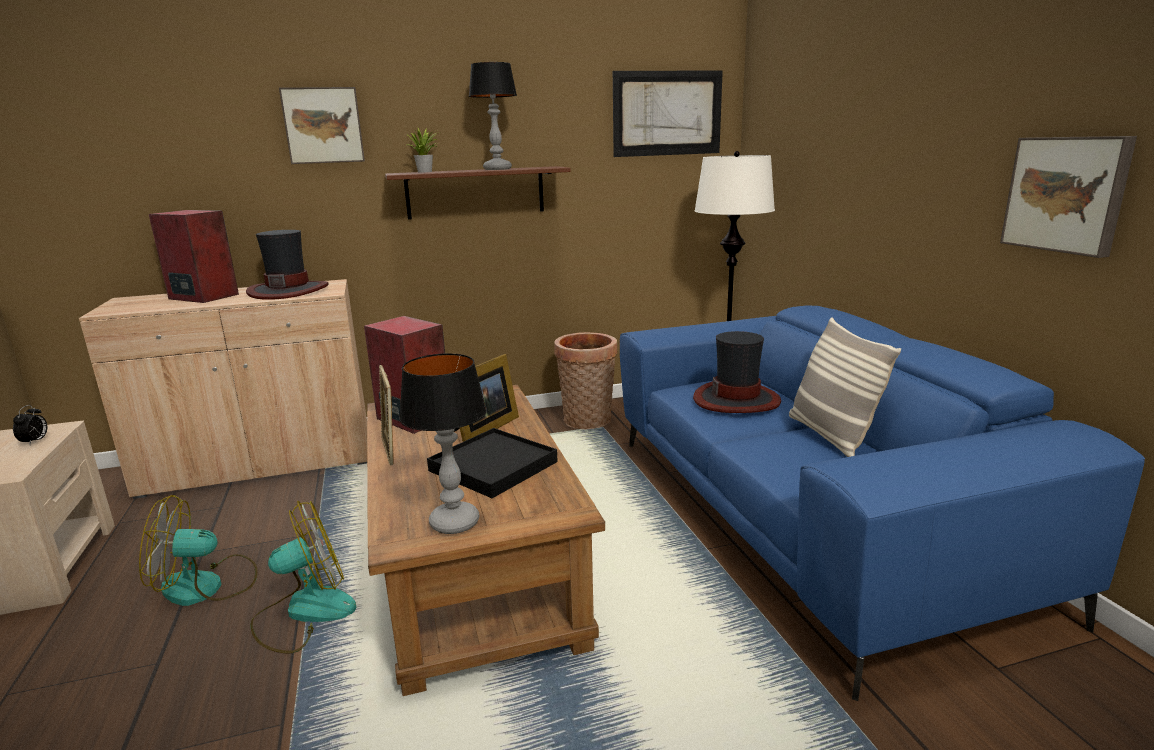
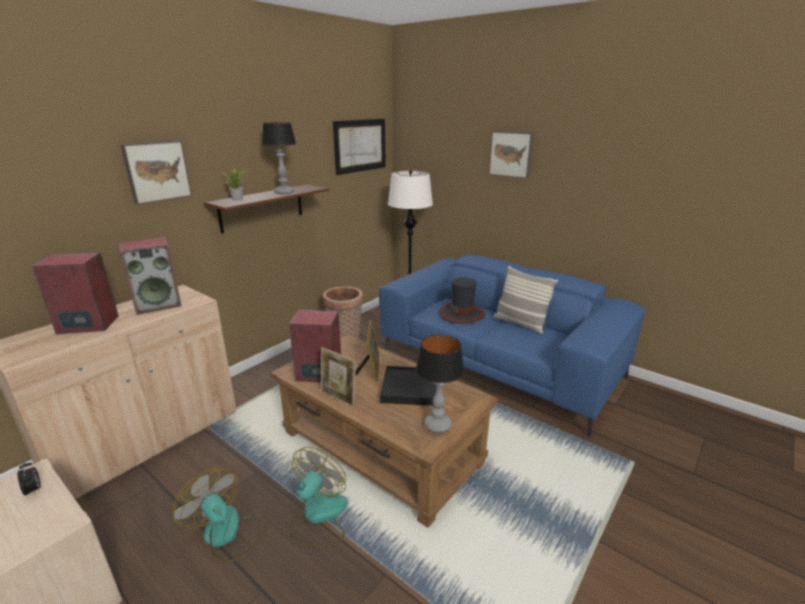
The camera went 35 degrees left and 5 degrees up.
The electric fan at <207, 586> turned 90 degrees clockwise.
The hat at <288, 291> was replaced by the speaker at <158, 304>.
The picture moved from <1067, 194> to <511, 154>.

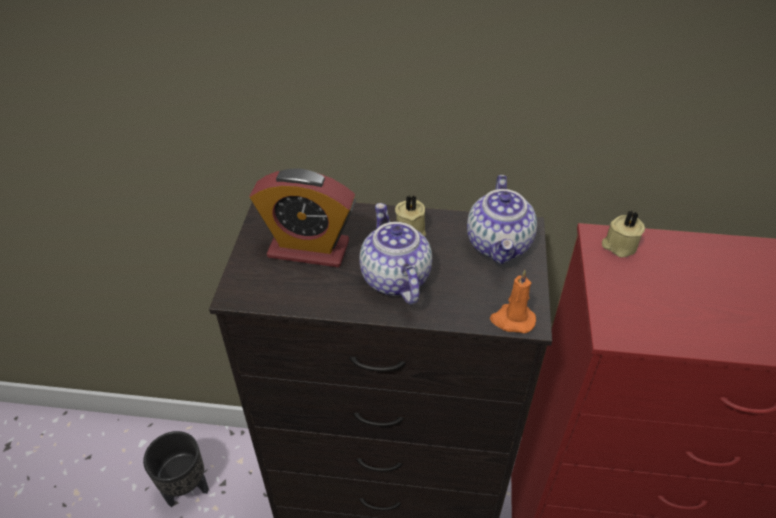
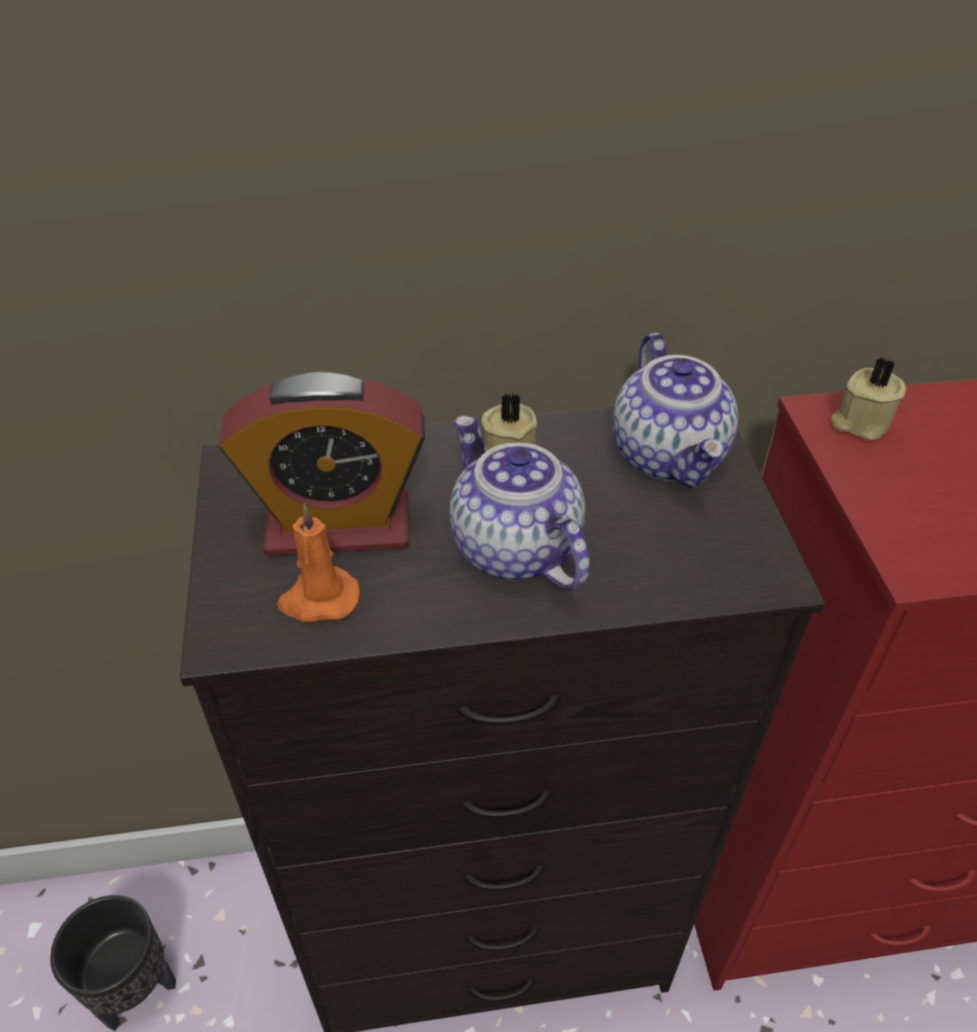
The camera went 15 degrees left and 0 degrees up.
The candle in orange-coloured moved from <512, 320> to <318, 599>.

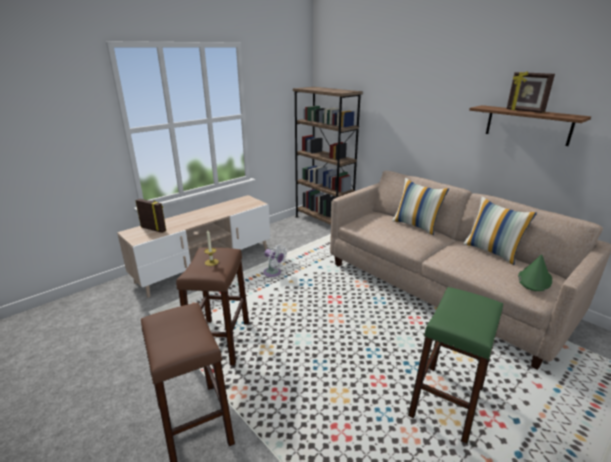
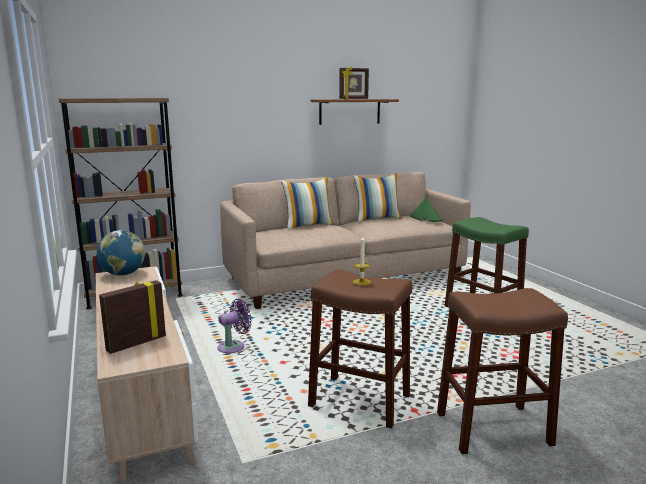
The camera went 70 degrees left and 10 degrees down.
The electric fan in whitish at <274, 273> became the electric fan in purplish at <234, 347>.
The world globe at <123, 274> appeared.

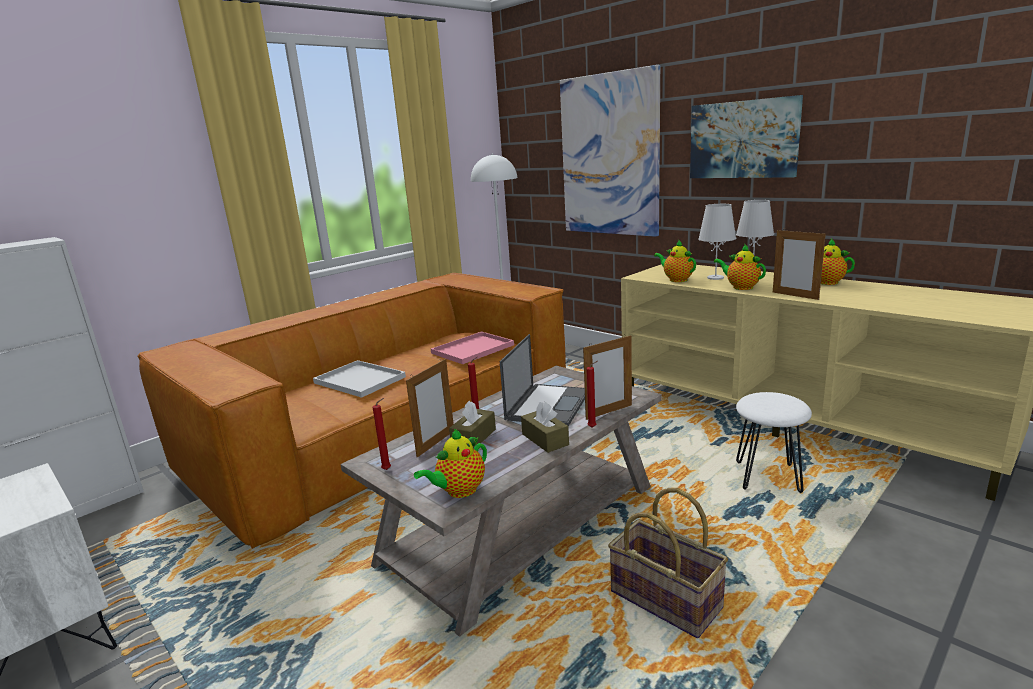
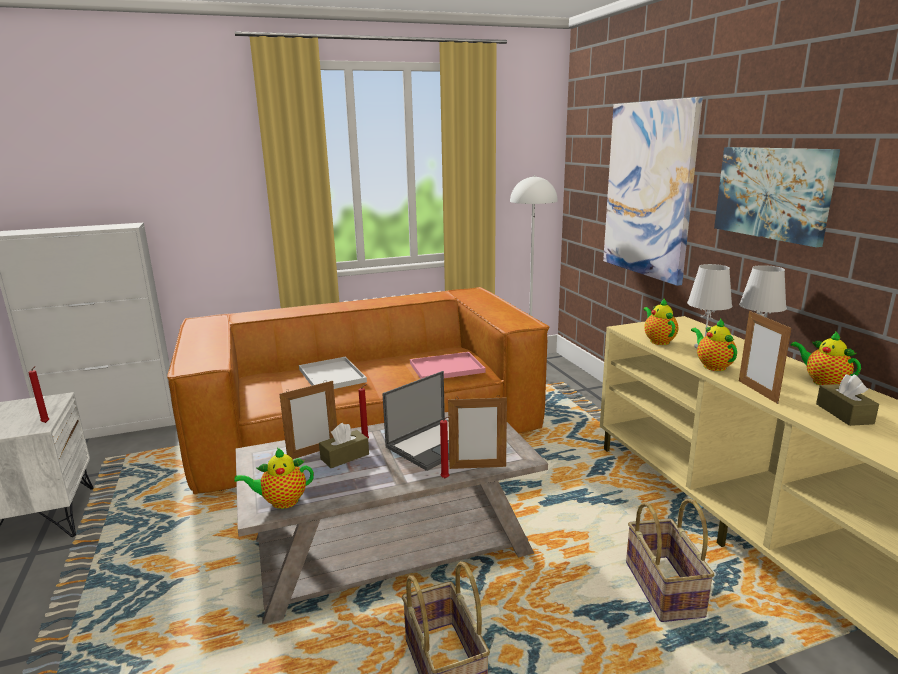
The camera went 25 degrees right and 0 degrees up.
The candle in red-coloured moved from <388, 469> to <46, 423>.
The tissue holder in brown moved from <545, 439> to <844, 413>.
The sitting stool in whitish at <768, 478> was replaced by the storage basket at <665, 589>.

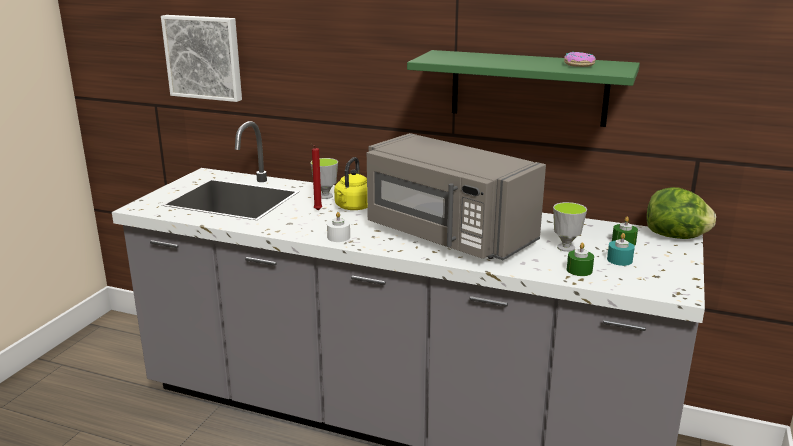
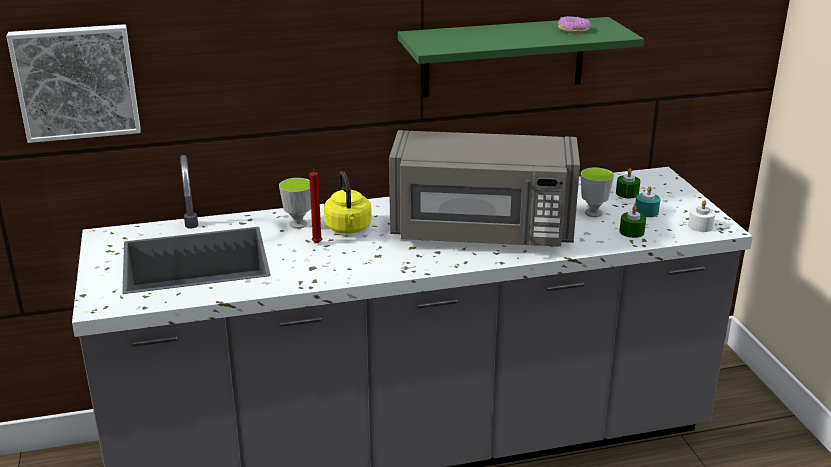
The camera went 35 degrees left and 5 degrees up.
The candle in whitish moved from <338, 237> to <700, 226>.
The lettuce at <675, 237> disappeared.

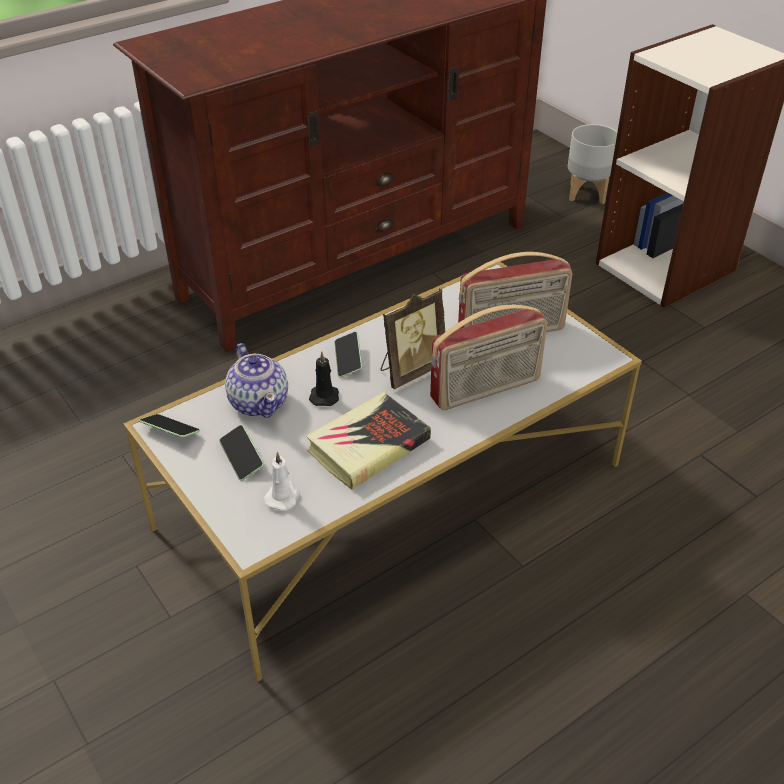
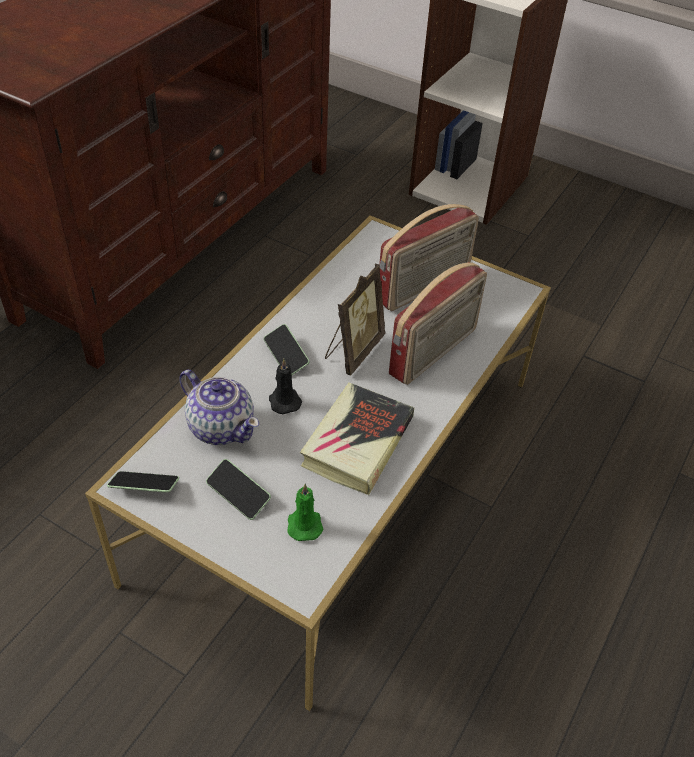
The camera went 25 degrees left and 5 degrees up.
The candle in whitish at <283, 497> became the candle in greenish at <304, 524>.
The flower pot in gray at <587, 193> disappeared.

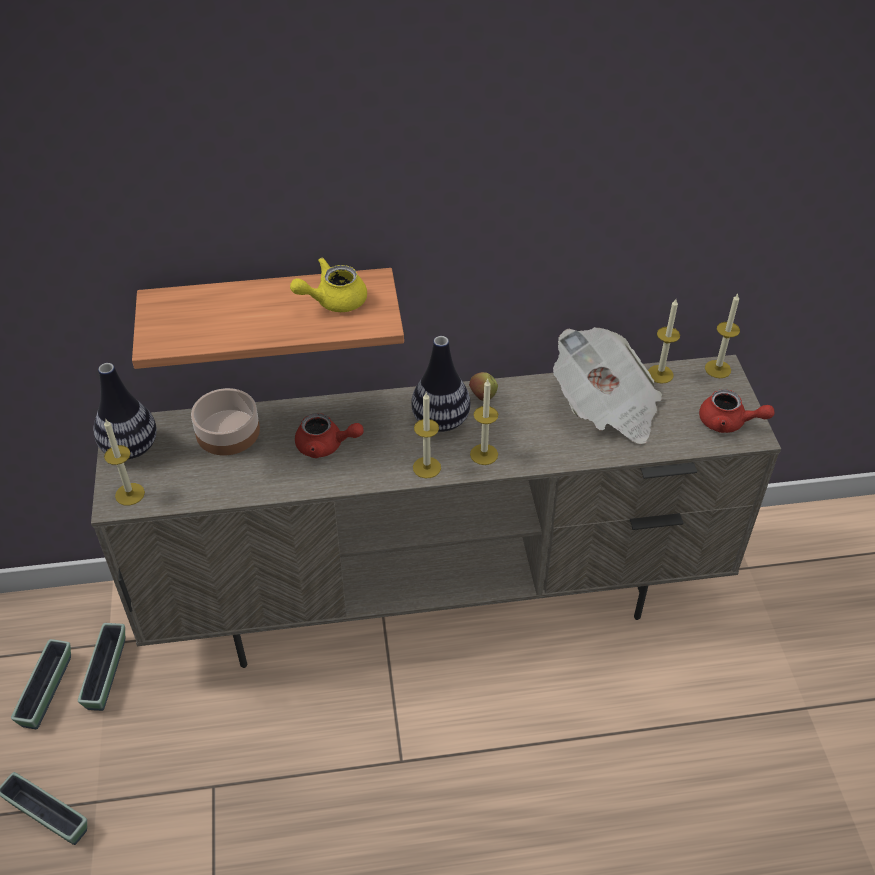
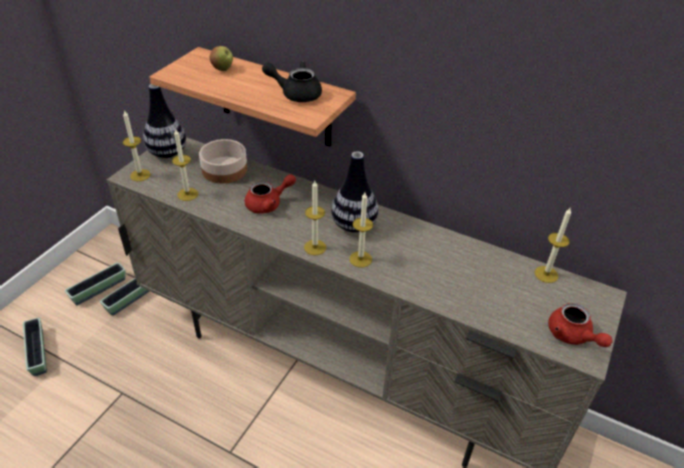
The camera went 35 degrees right and 5 degrees down.
The teapot in yellowish at <333, 301> became the teapot in black at <296, 94>.
The teapot in red-coloured at <326, 446> turned 75 degrees counterclockwise.
The apple fruit moved from <482, 396> to <223, 69>.
The printed paper at <605, 407> disappeared.
The candle moved from <718, 369> to <187, 194>.

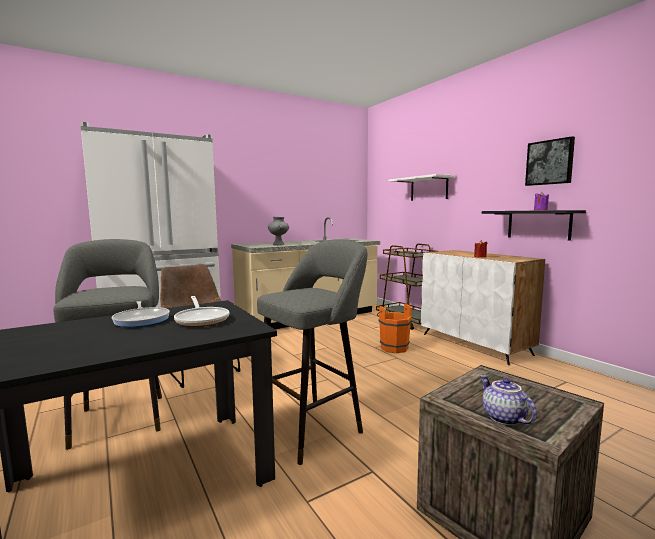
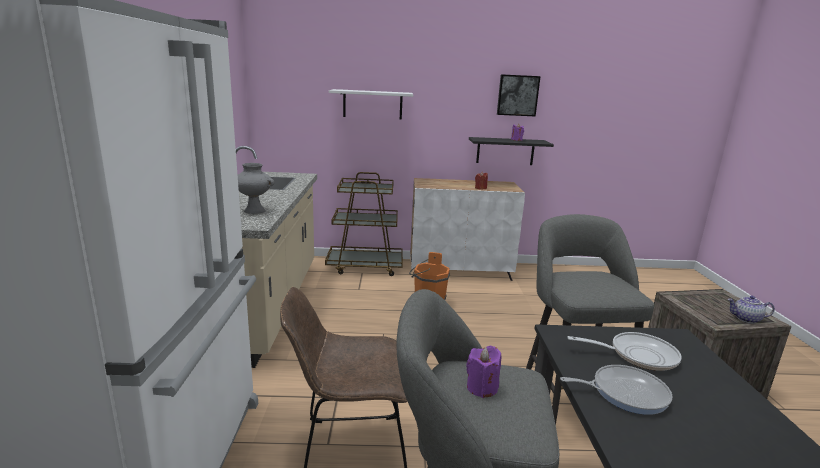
The camera went 60 degrees left and 10 degrees up.
The candle in purplish at <482, 388> appeared.

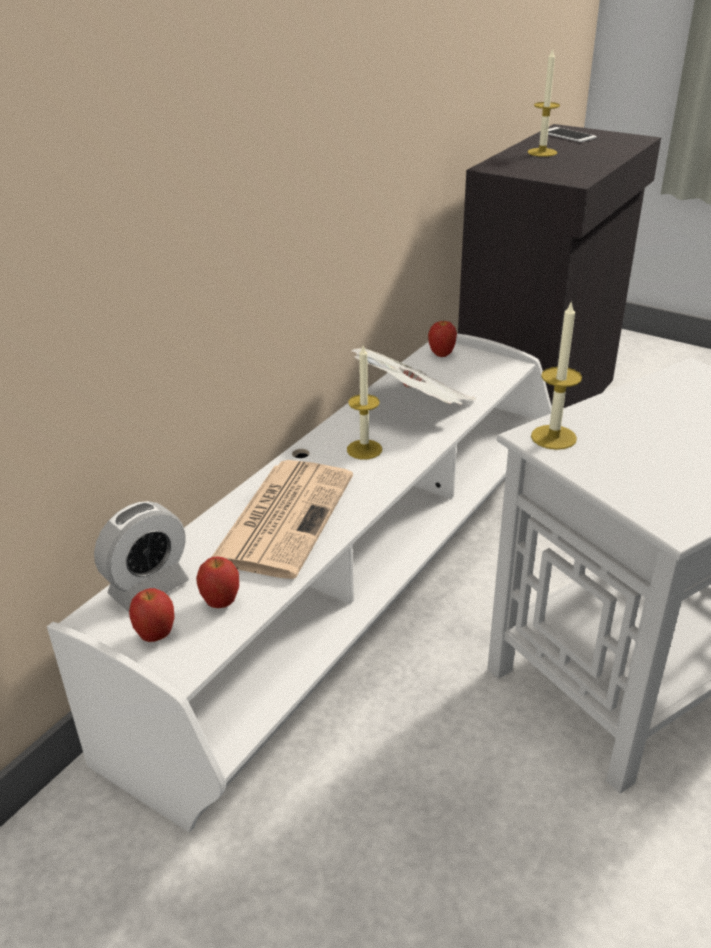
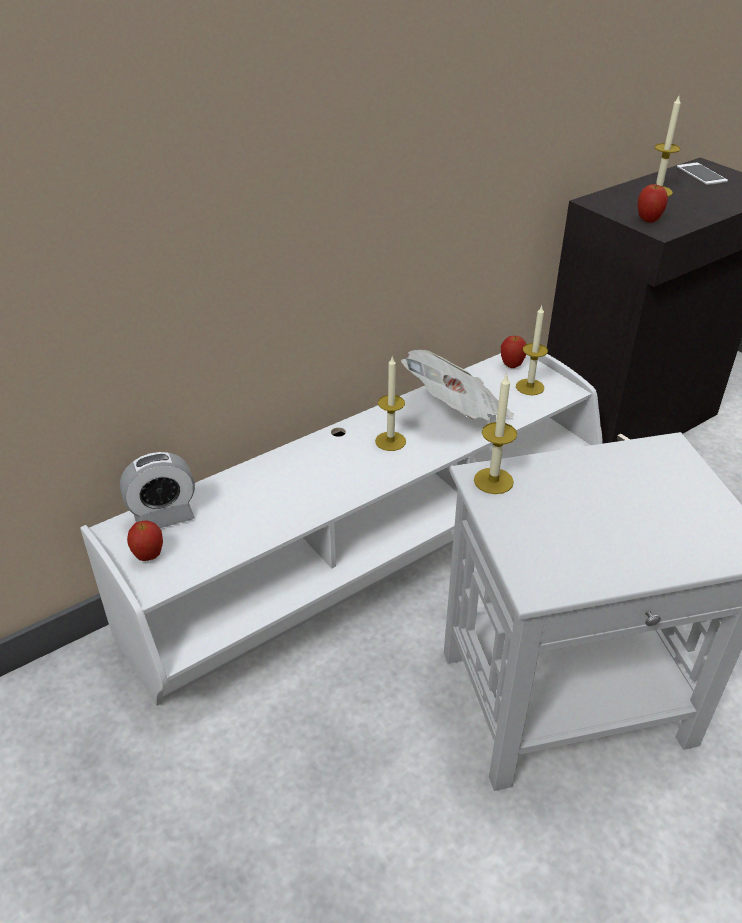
The camera went 20 degrees right and 5 degrees up.
The apple fruit moved from <221, 603> to <648, 220>.
The printed paper at <284, 516> disappeared.
The candle at <530, 387> appeared.

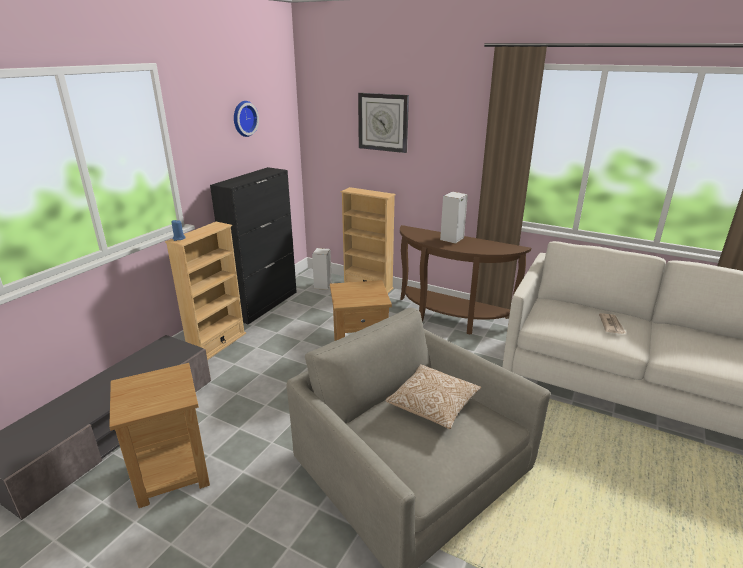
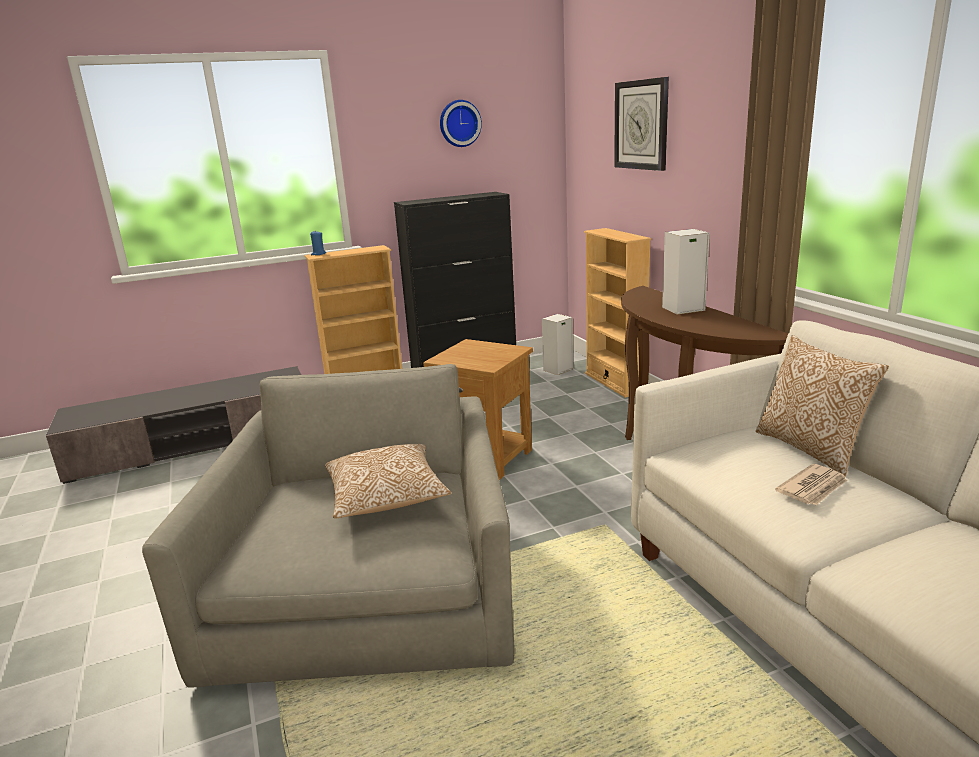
The camera went 40 degrees right and 5 degrees down.
The accent table in brown at <171, 473> disappeared.
The cushion at <811, 449> appeared.

